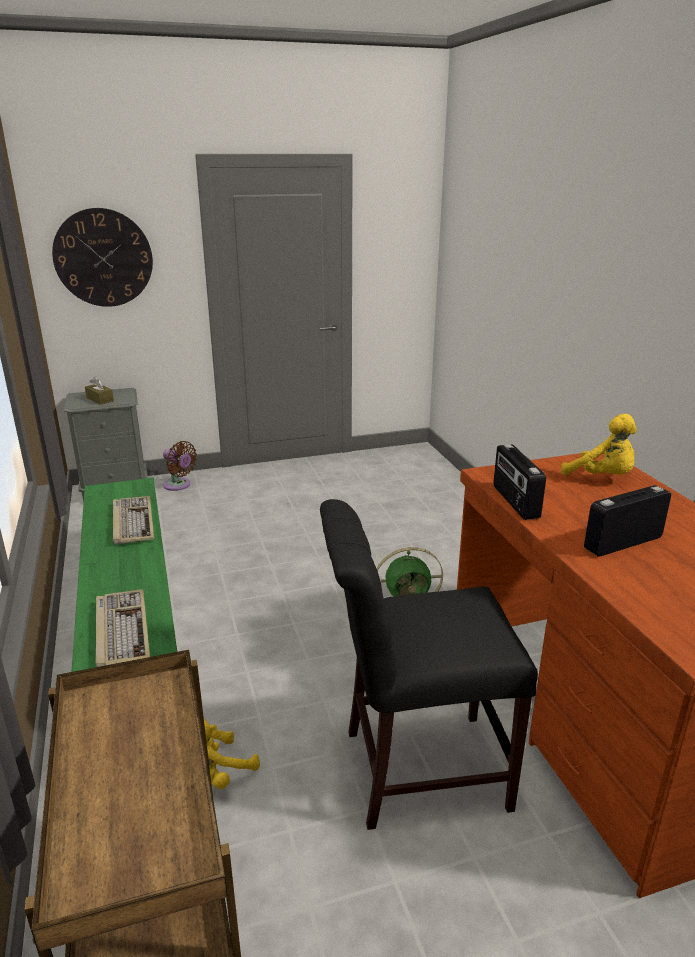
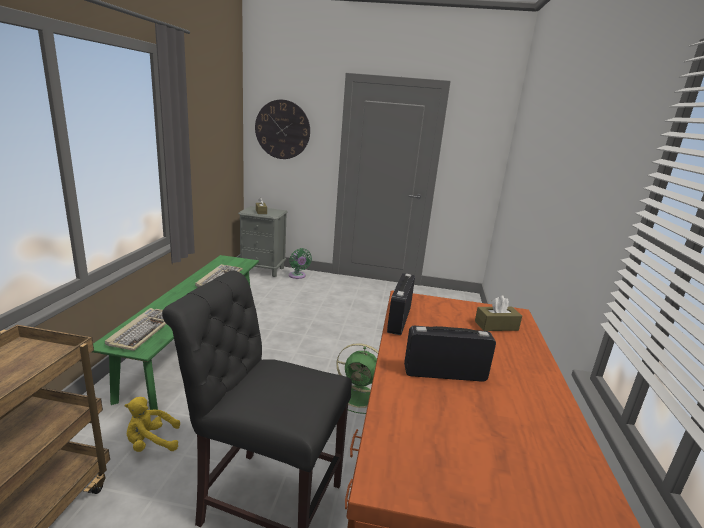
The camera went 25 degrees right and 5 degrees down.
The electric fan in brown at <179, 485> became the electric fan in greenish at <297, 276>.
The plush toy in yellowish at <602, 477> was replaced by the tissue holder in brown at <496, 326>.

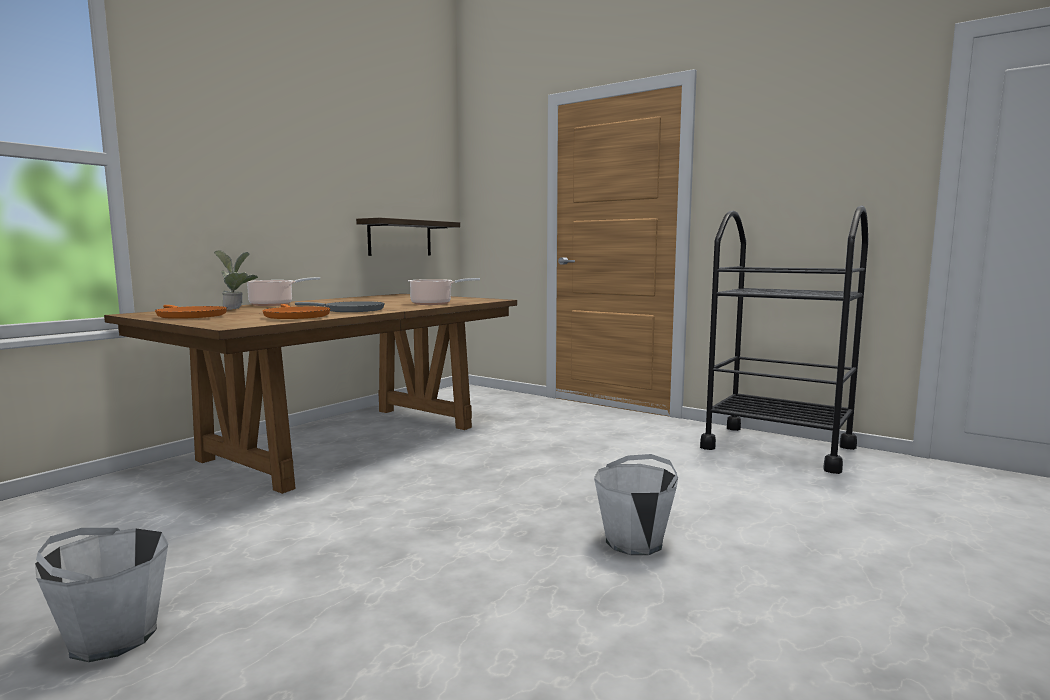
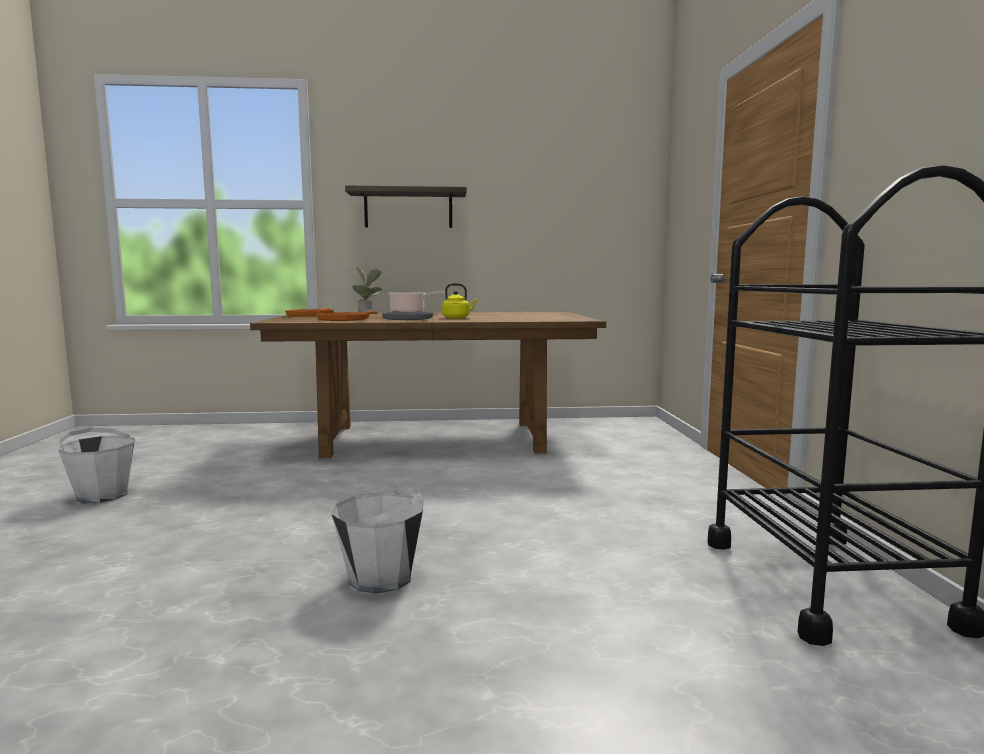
The camera went 50 degrees right and 0 degrees up.
The wall shelf moved from <400, 238> to <408, 209>.
The saucepot at <434, 304> disappeared.
The tea kettle in yellowish at <457, 318> appeared.

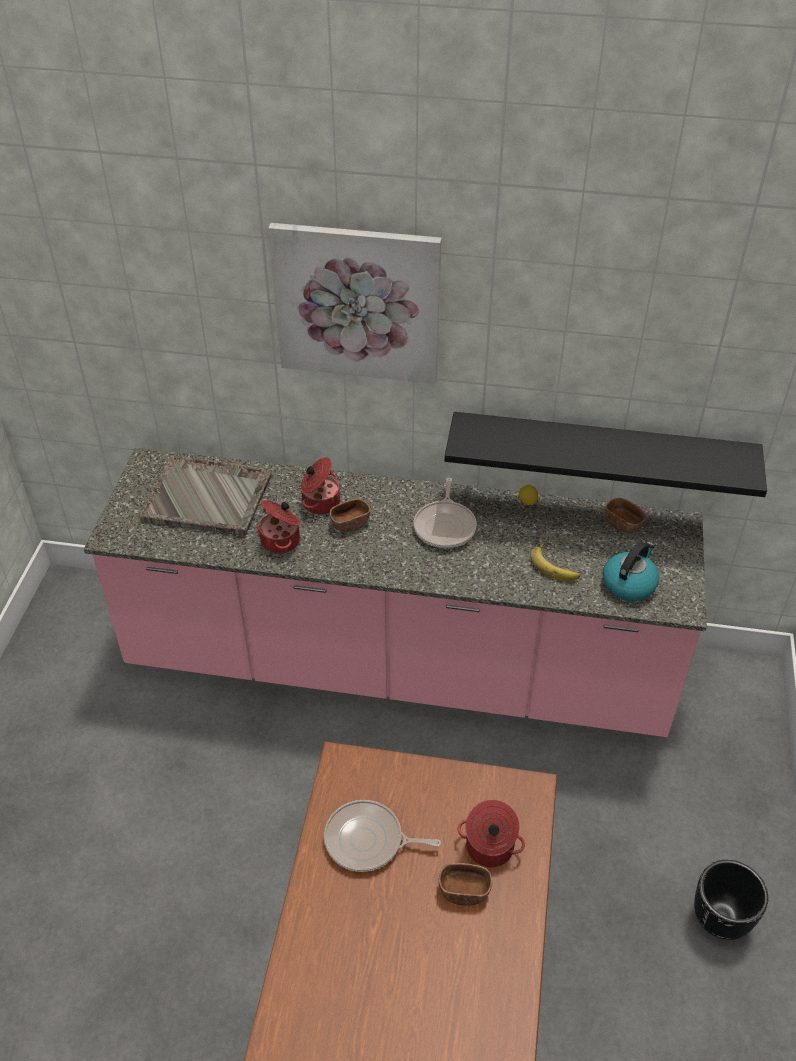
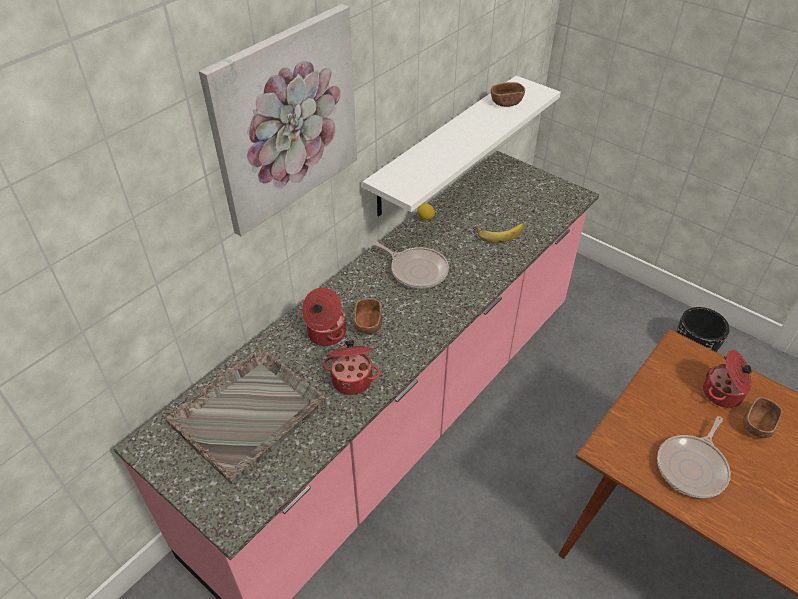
The camera went 60 degrees left and 0 degrees up.
The wall shelf in black at <601, 450> became the wall shelf in whitish at <445, 145>.
The tea kettle at <629, 583> disappeared.
The serving bowl in brown moved from <623, 524> to <506, 102>.

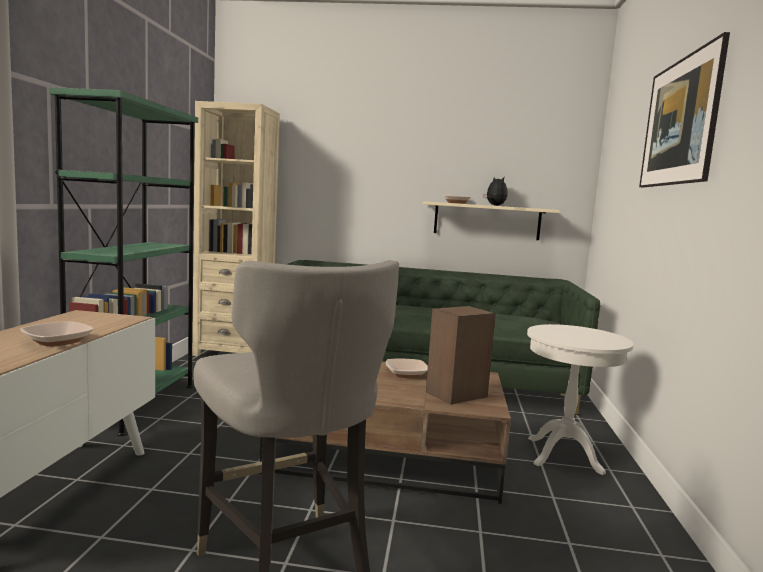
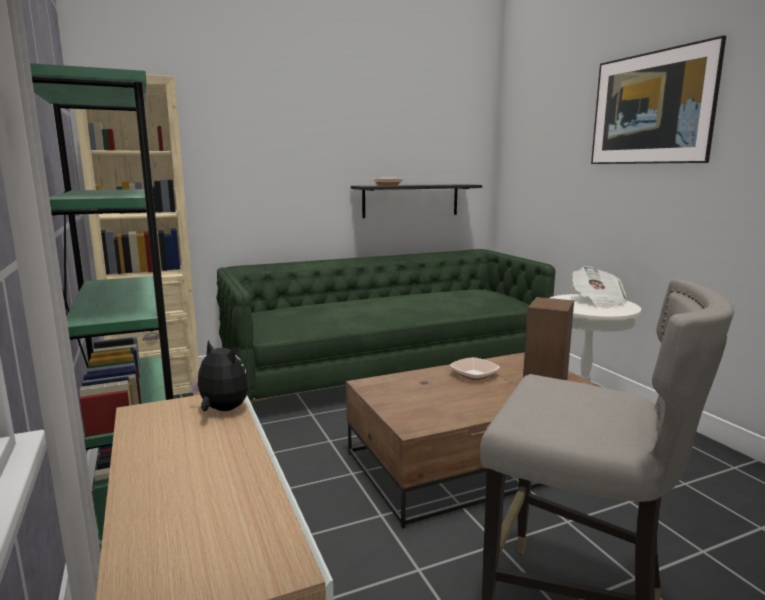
The camera went 30 degrees left and 5 degrees up.
The serving bowl at <57, 341> disappeared.
The wall shelf in beige-coloured at <487, 221> became the wall shelf in black at <411, 200>.
The plush toy moved from <494, 205> to <222, 410>.
The printed paper at <597, 301> appeared.

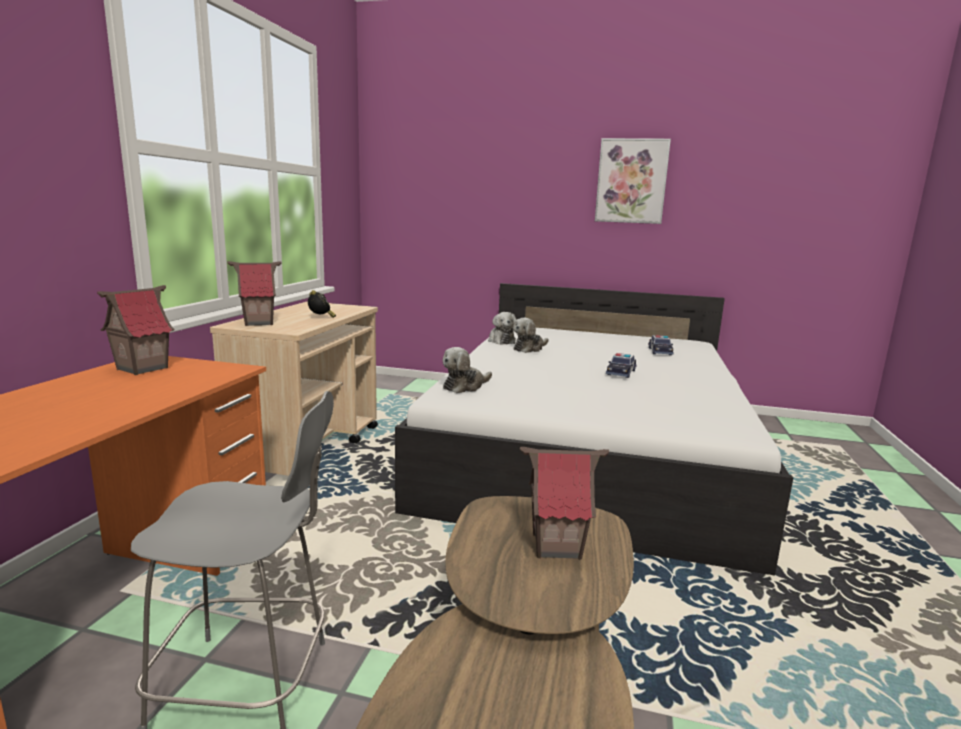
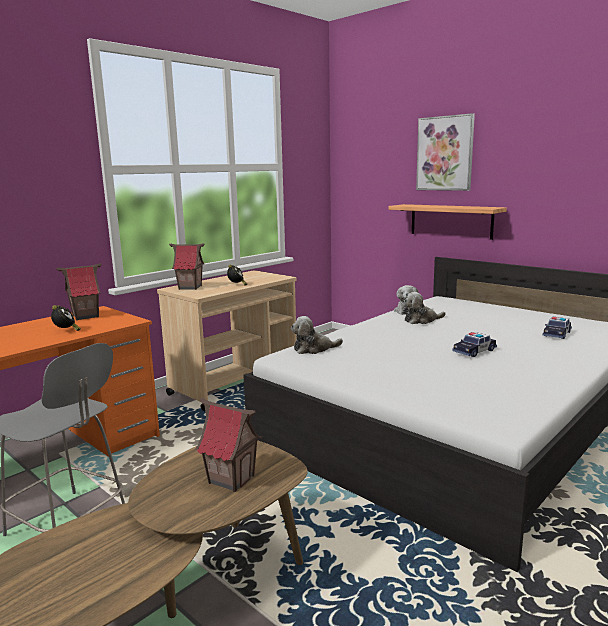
The camera went 30 degrees right and 0 degrees up.
The picture moved from <631, 181> to <445, 153>.
The table clock at <66, 331> appeared.
The wall shelf at <451, 221> appeared.

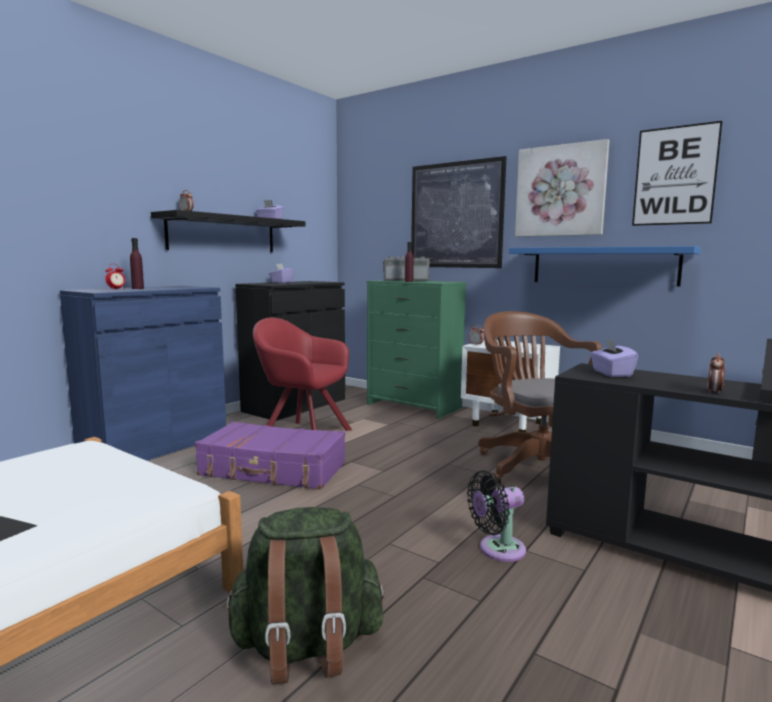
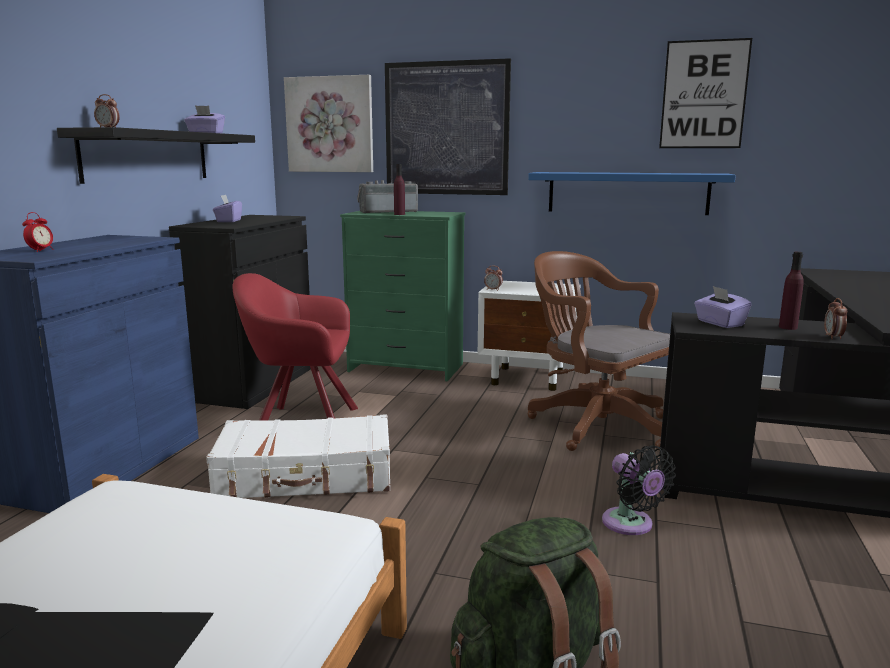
The camera went 20 degrees left and 5 degrees up.
The beverage bottle in purplish moved from <138, 288> to <788, 327>.
The suitcase in purplish at <273, 470> became the suitcase in whitish at <306, 476>.
The electric fan in black at <497, 550> turned 75 degrees counterclockwise.
The picture moved from <560, 191> to <330, 125>.

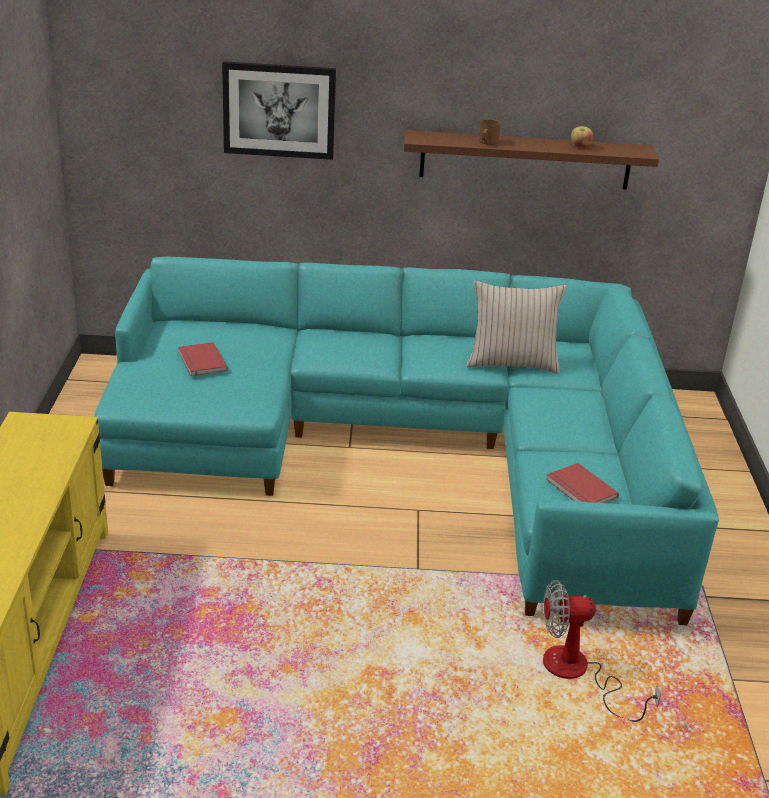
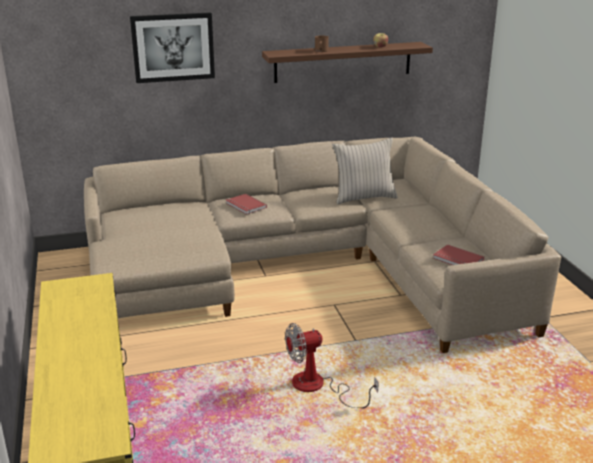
The camera went 15 degrees left and 5 degrees down.
The couch in turquoise-coloured at <411, 447> became the couch in beige-coloured at <307, 268>.
The book in red-coloured moved from <200, 361> to <245, 206>.
The electric fan moved from <578, 674> to <318, 387>.

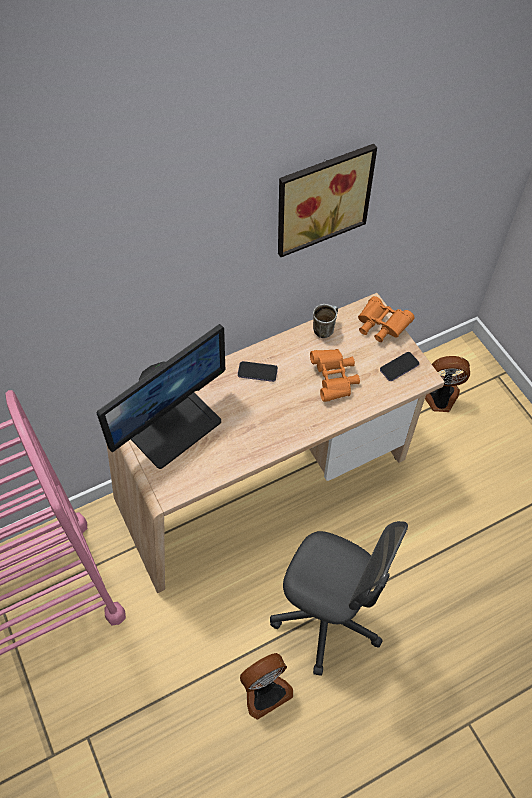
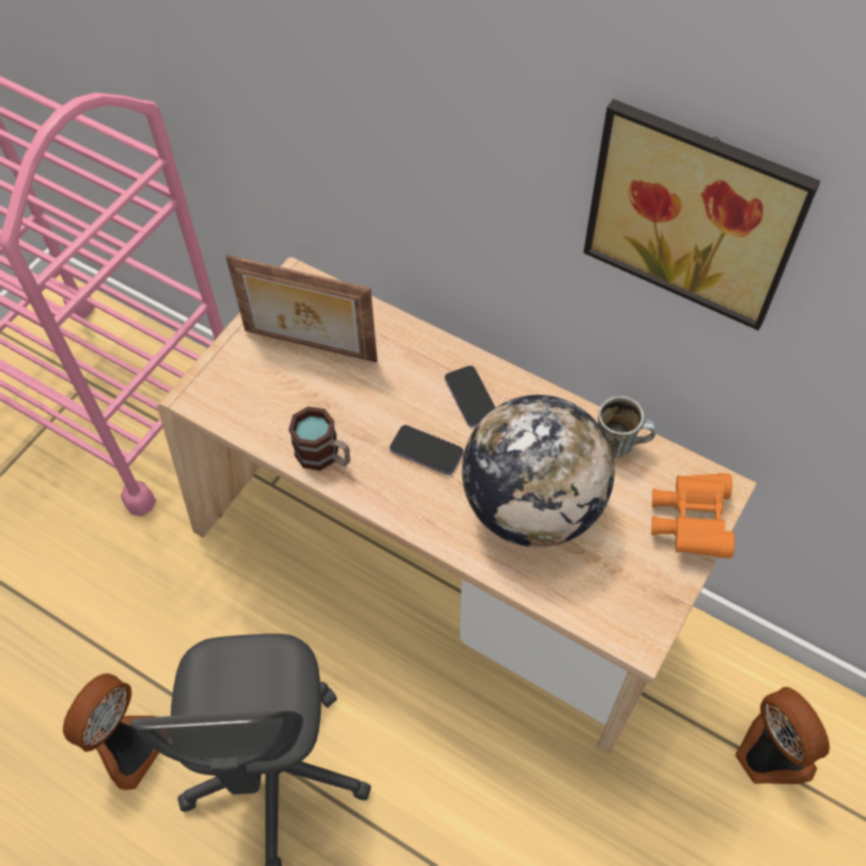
The camera went 60 degrees right and 0 degrees up.
The monitor at <174, 426> was replaced by the photo frame at <309, 347>.
The electric fan at <264, 689> turned 90 degrees counterclockwise.
The binoculars in orange-coloured at <334, 379> was replaced by the world globe at <532, 506>.
The phone moved from <399, 367> to <426, 451>.
The mug at <324, 456> appeared.

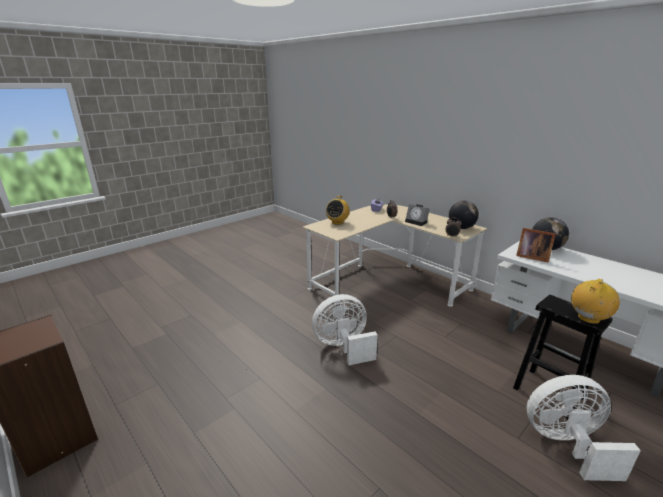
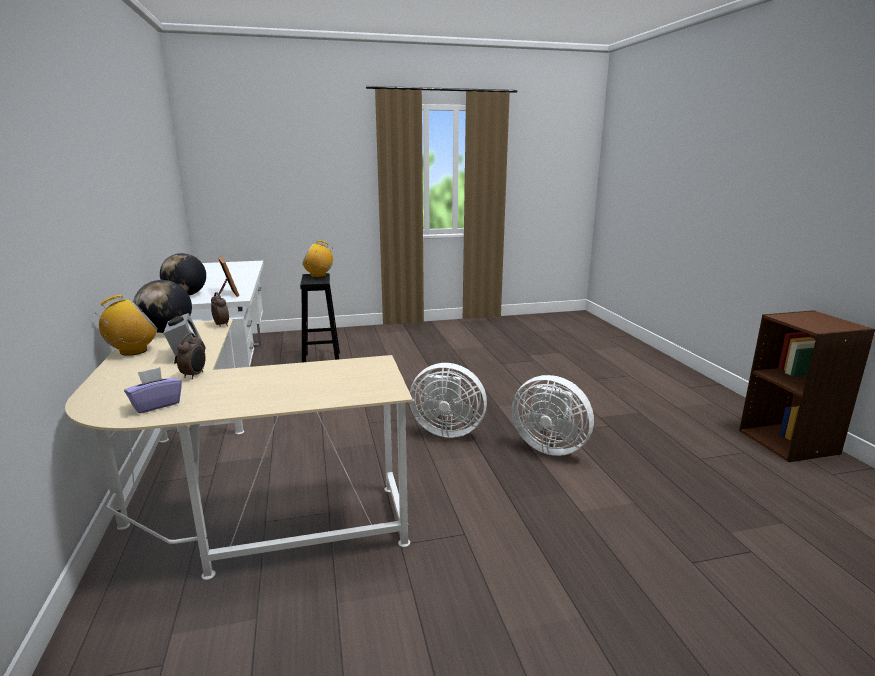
The camera went 150 degrees left and 5 degrees down.
The radio receiver moved from <337, 222> to <133, 351>.
The electric fan in whitish moved from <566, 444> to <549, 446>.

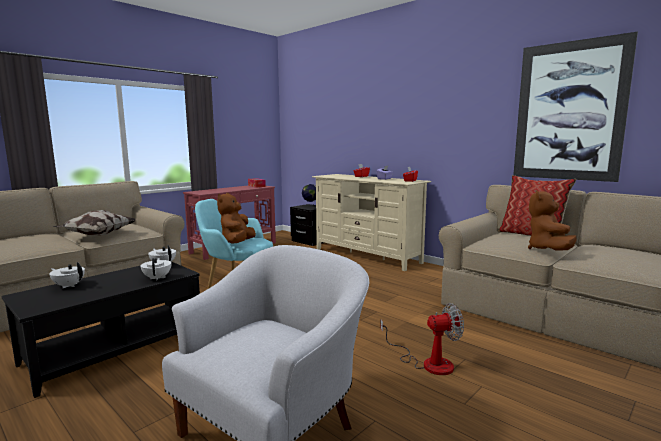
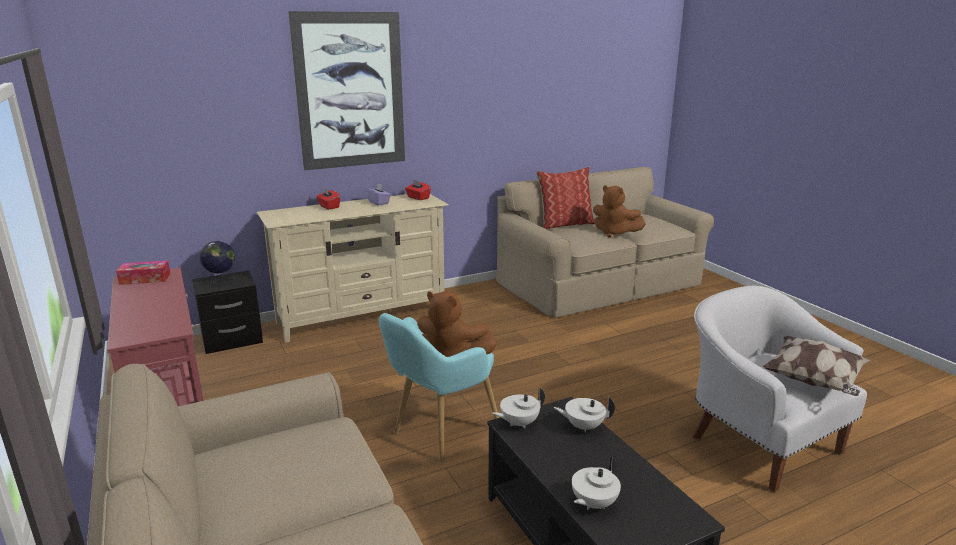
The camera went 70 degrees left and 10 degrees up.
The cushion moved from <97, 235> to <813, 381>.
The electric fan at <428, 363> disappeared.
The picture moved from <569, 111> to <350, 91>.

